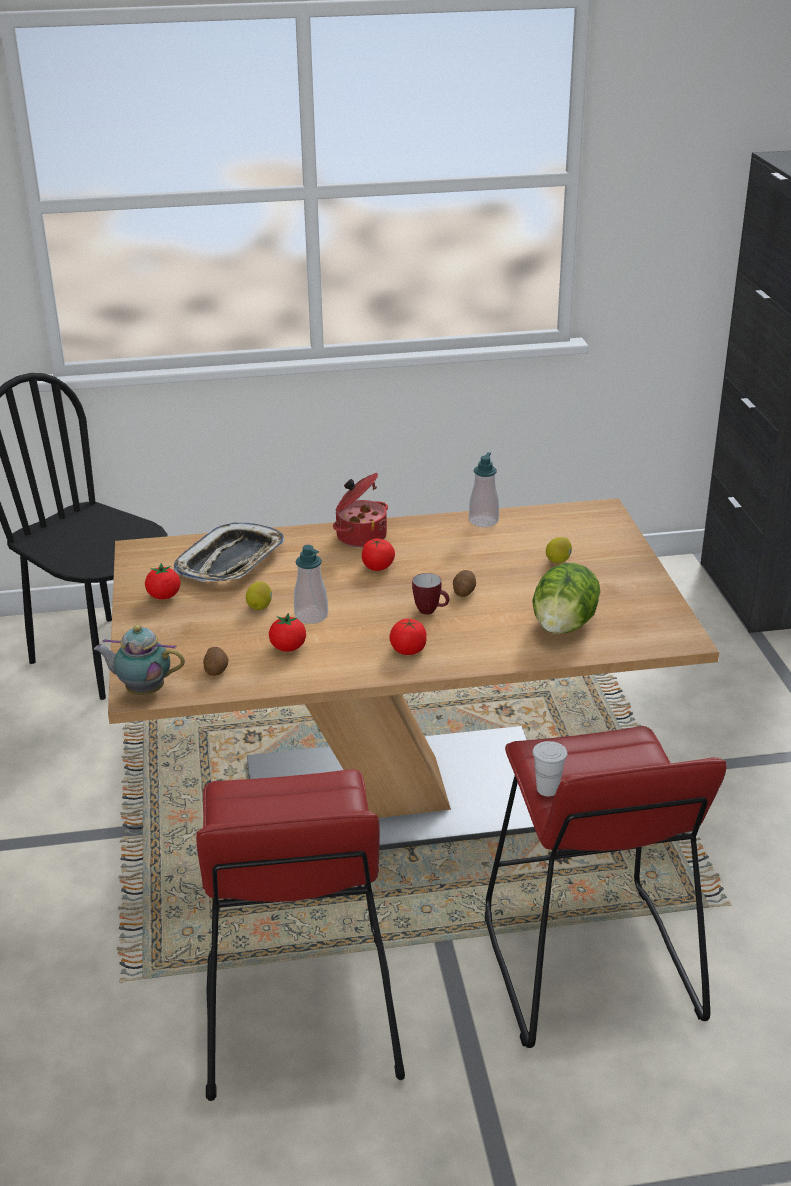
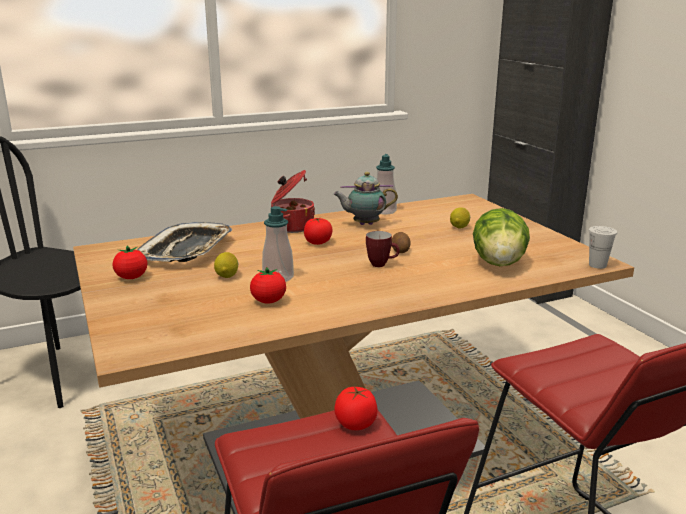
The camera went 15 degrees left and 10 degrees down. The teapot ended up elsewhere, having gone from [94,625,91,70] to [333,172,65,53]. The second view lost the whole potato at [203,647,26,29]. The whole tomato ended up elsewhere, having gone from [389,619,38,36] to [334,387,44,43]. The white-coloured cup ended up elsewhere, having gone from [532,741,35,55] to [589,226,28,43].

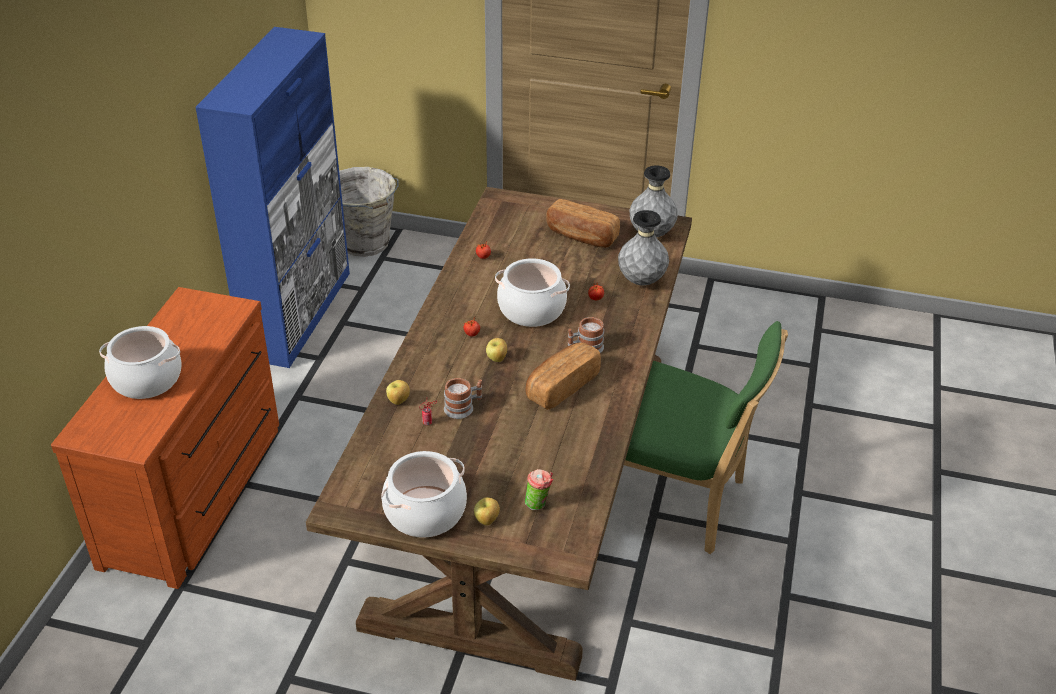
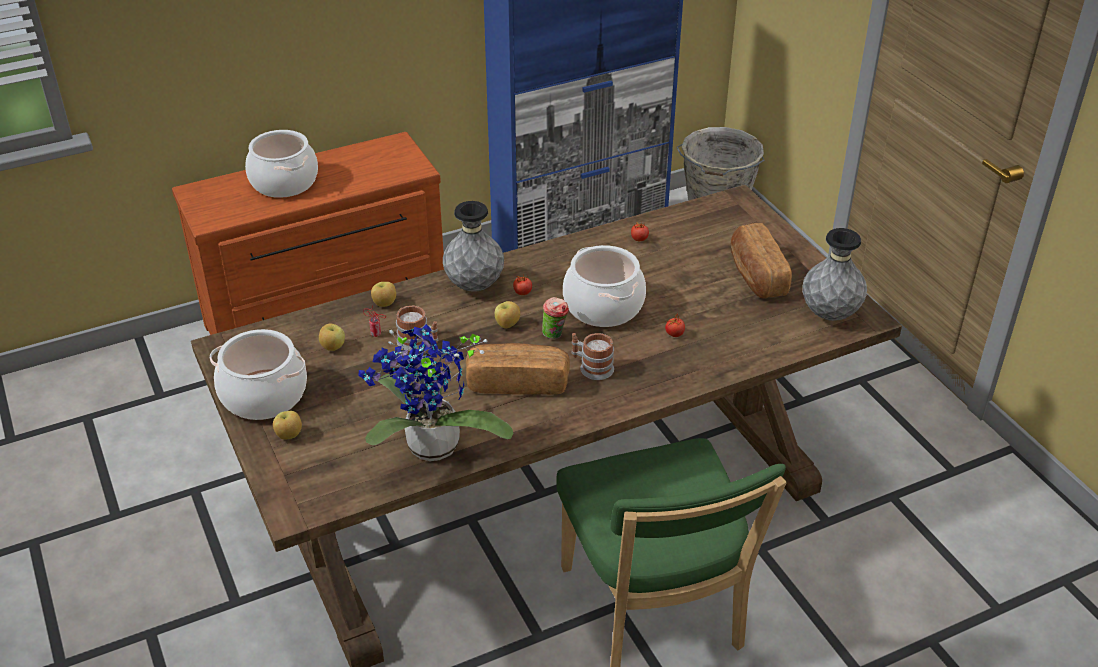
The camera went 50 degrees right and 0 degrees up. The cup ended up elsewhere, having gone from [525,469,28,41] to [542,297,27,42]. The greyish flower vase ended up elsewhere, having gone from [618,210,51,75] to [443,201,61,91]. The second view gained the apple at [319,324,26,27]. The second view gained the plant in a pot at [358,324,156,137].

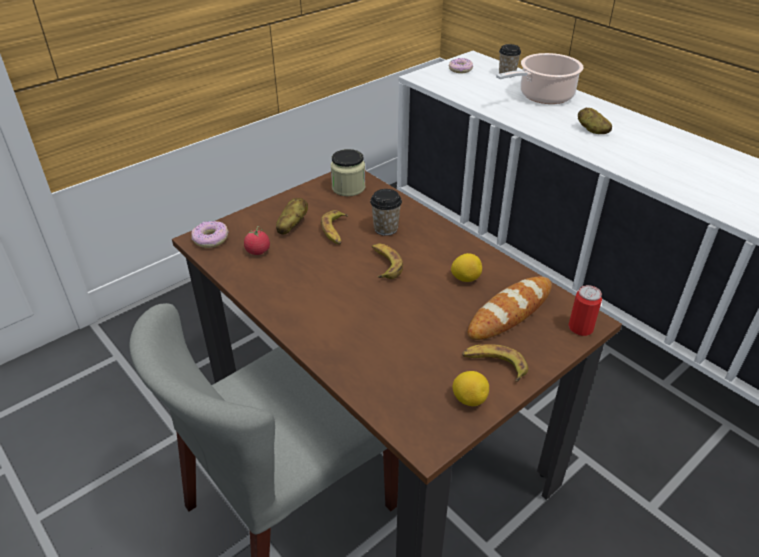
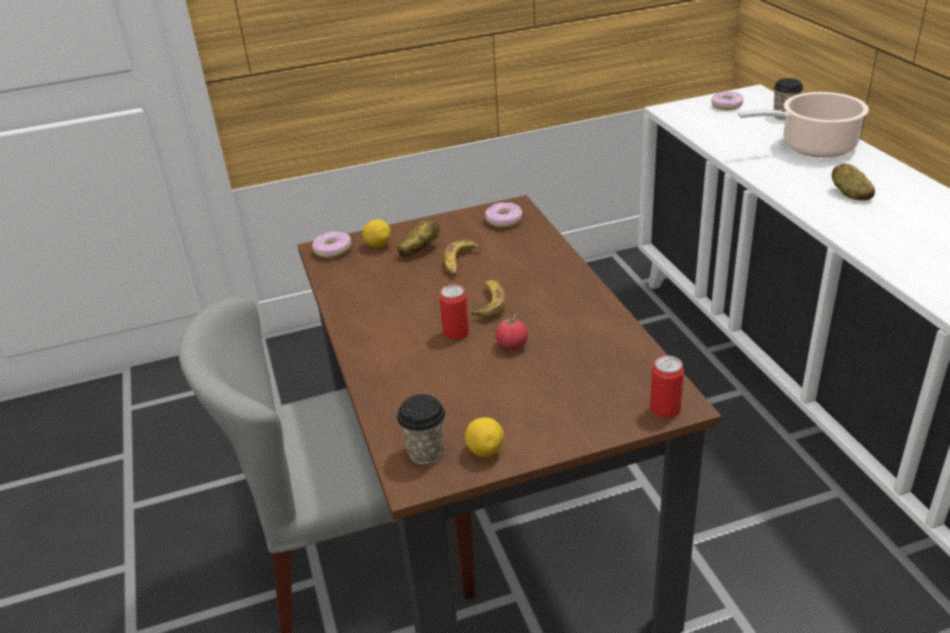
The camera went 25 degrees right and 5 degrees down. The whole tomato ended up elsewhere, having gone from [244,226,26,29] to [496,314,32,36]. Where the jar stood at [331,149,34,47], the ring doughnut came to stand at [485,202,37,26]. The cup ended up elsewhere, having gone from [370,189,32,47] to [397,394,48,70]. The whole lemon ended up elsewhere, having gone from [451,253,31,29] to [362,219,29,29]. The second view lost the whole banana at [462,344,66,38]. The second view lost the baked bread at [468,277,84,63]. The second view gained the sealed can at [439,285,30,55].

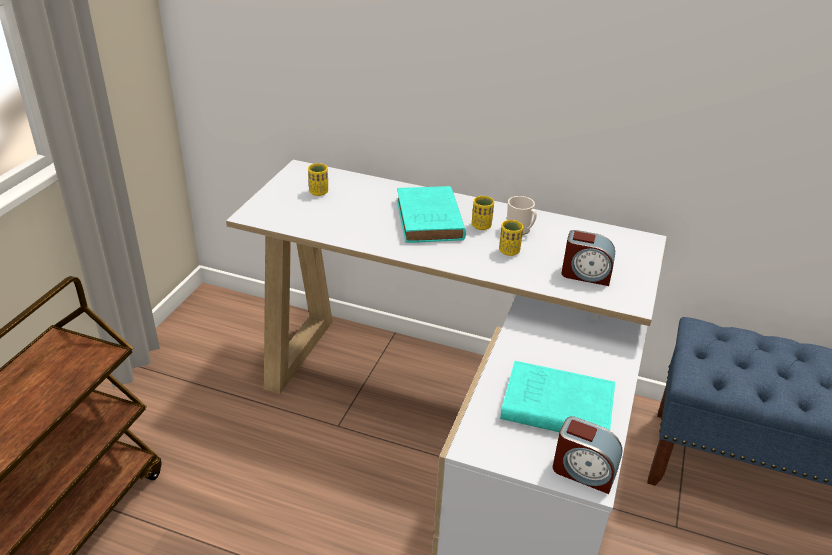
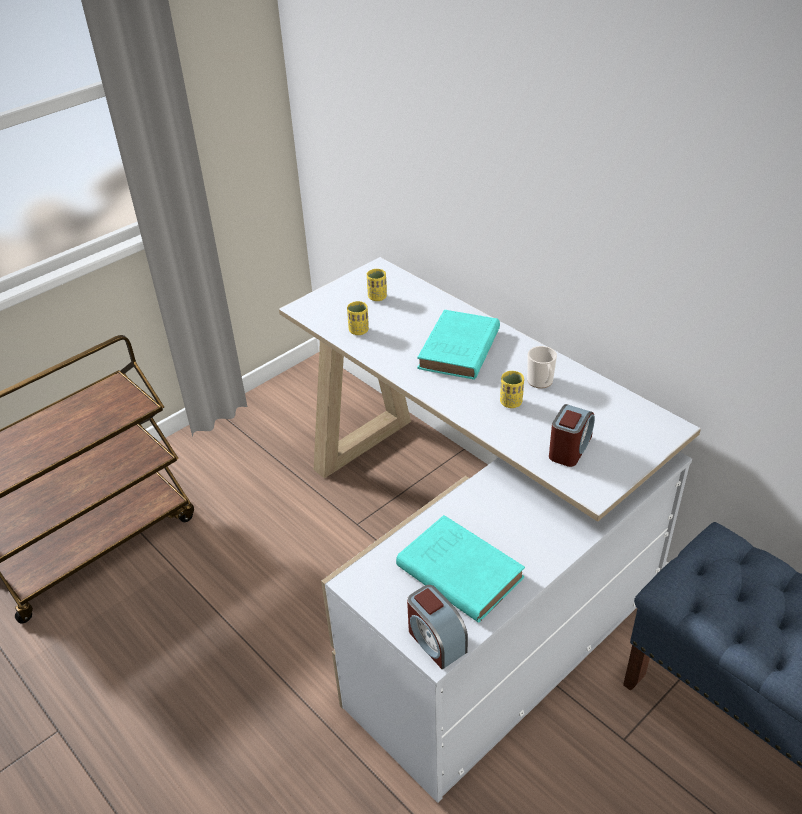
The camera went 30 degrees right and 5 degrees up. The yellowish cup ended up elsewhere, having gone from [472,196,22,34] to [347,301,22,34]. The table clock at [561,230,54,56] ended up facing another way, 105 degrees counterclockwise from before.

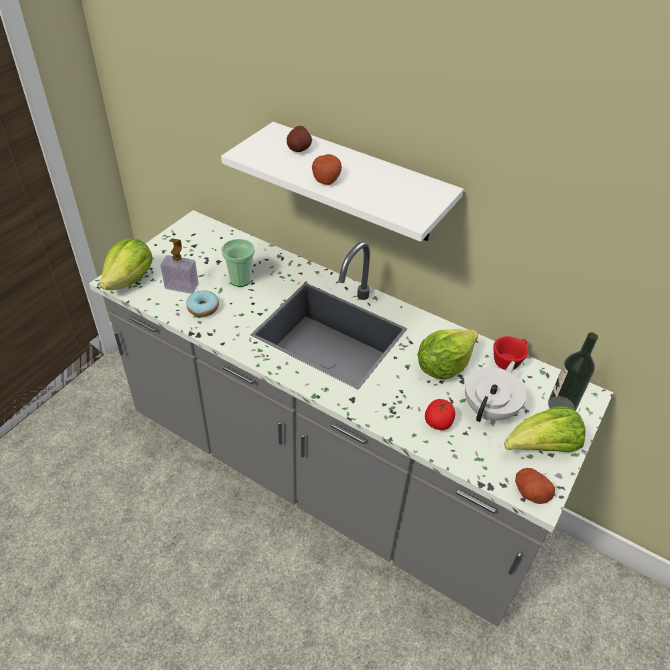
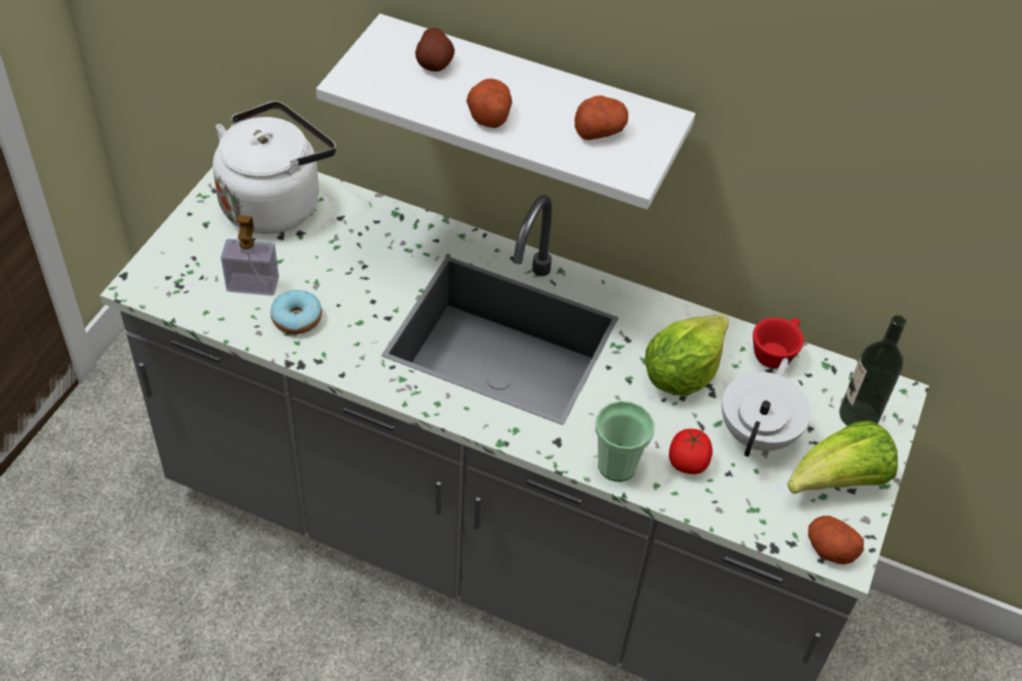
The camera went 10 degrees left and 5 degrees up. The second view lost the head of lettuce at [99,239,53,51]. The cup ended up elsewhere, having gone from [221,239,34,48] to [595,401,60,81]. The second view gained the white-coloured water kettle at [213,101,123,133]. The second view gained the whole potato at [575,95,53,45].

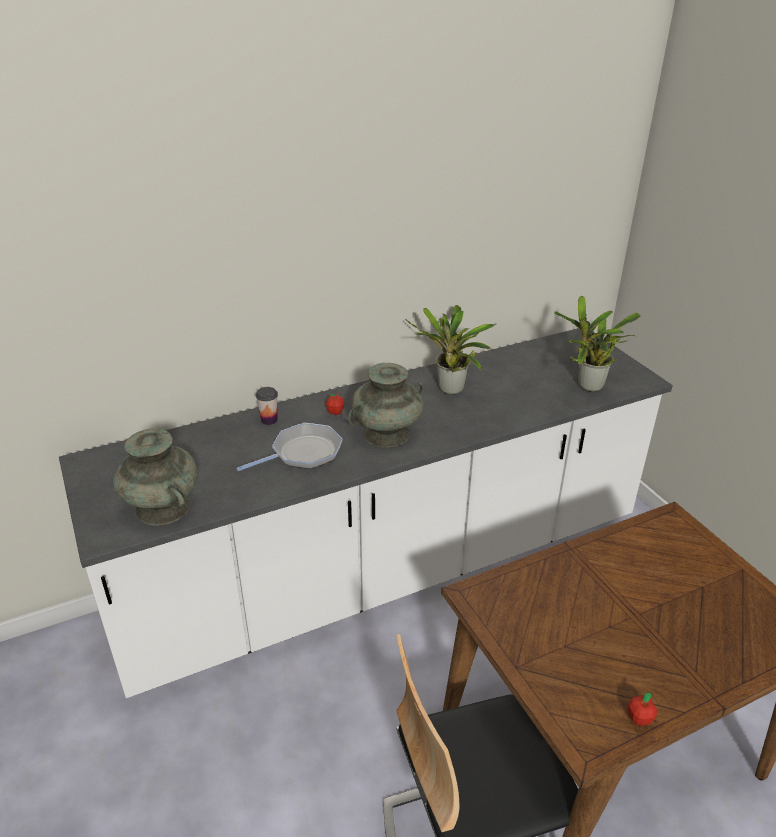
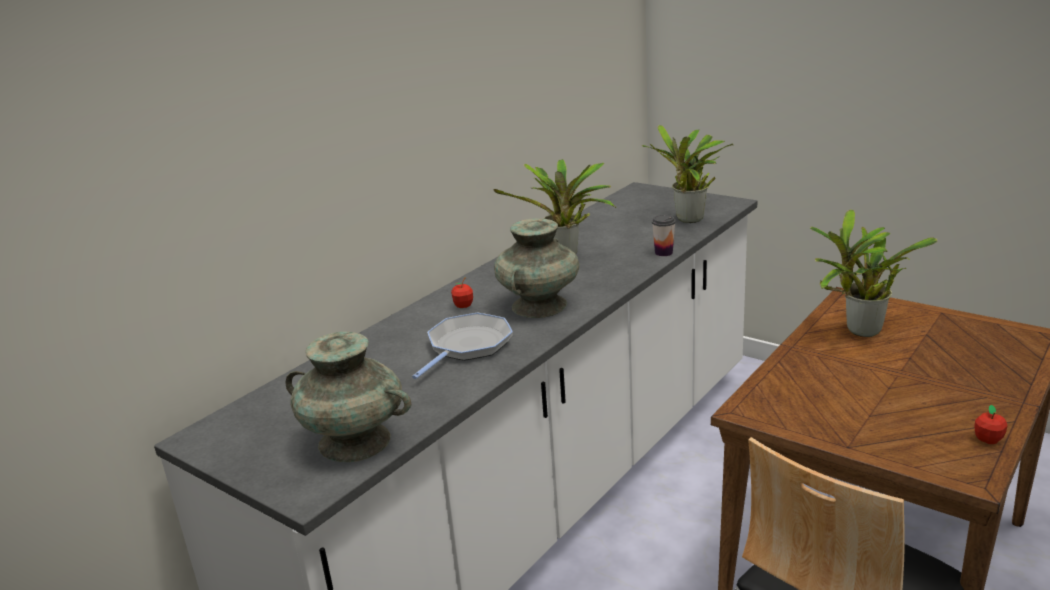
The camera went 25 degrees left and 10 degrees down. The cup ended up elsewhere, having gone from [256,387,22,38] to [652,215,24,41]. The second view gained the plant in a pot at [810,209,128,128].

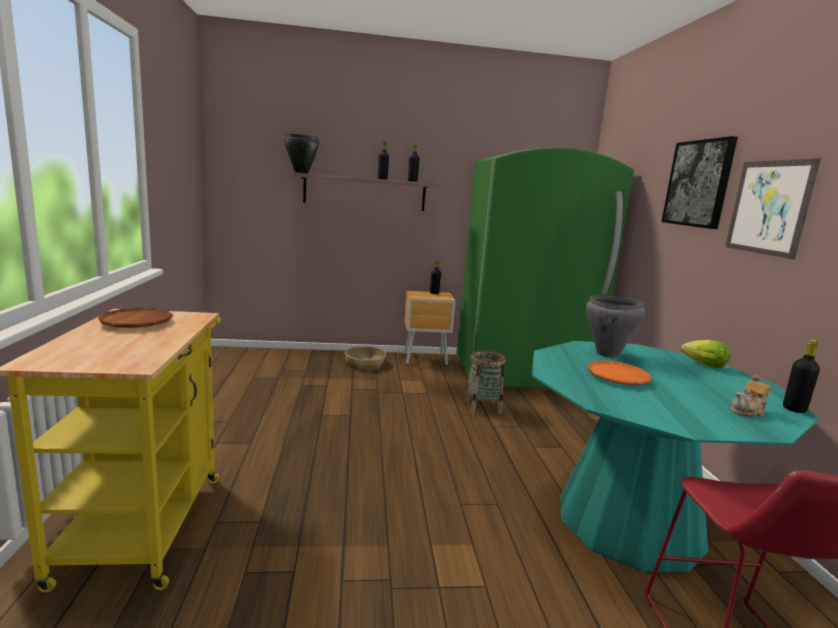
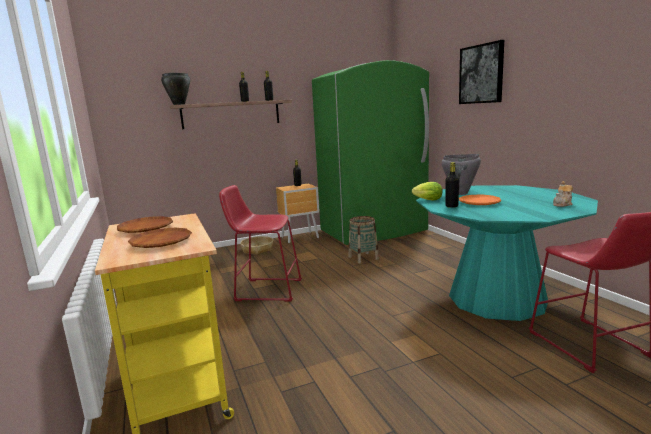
The camera went 15 degrees left and 0 degrees up. The head of lettuce ended up elsewhere, having gone from [681,340,49,28] to [412,182,31,18]. The second view lost the picture at [725,158,96,101]. The blackish drink bottle ended up elsewhere, having gone from [783,339,37,74] to [445,162,14,46]. The second view gained the brownish plate at [128,228,64,20]. The second view gained the reddish stool at [219,185,83,117].

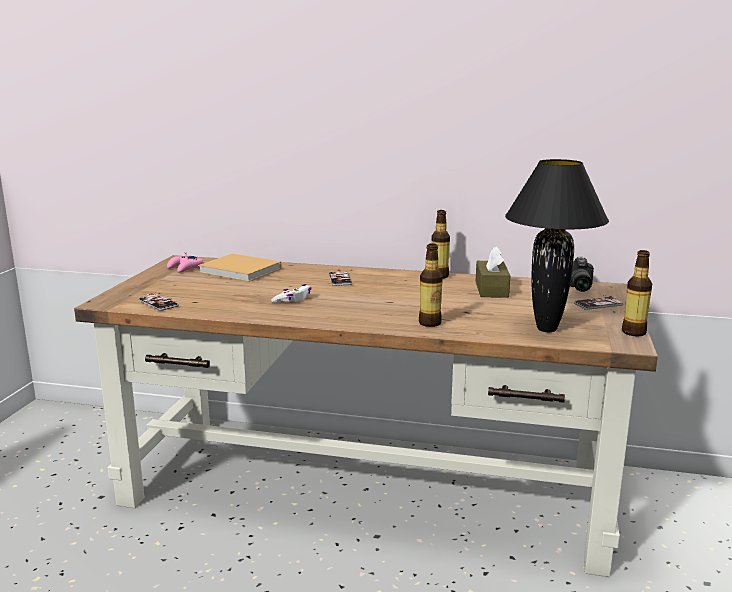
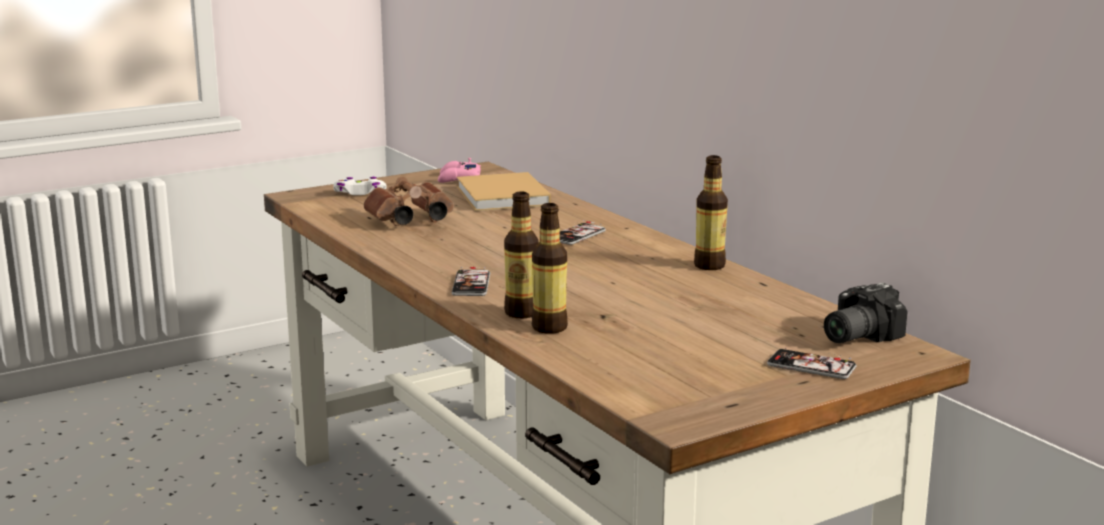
The camera went 45 degrees right and 0 degrees up. The phone ended up elsewhere, having gone from [139,292,40,19] to [452,267,38,29]. The white-coloured gamepad ended up elsewhere, having gone from [271,284,41,19] to [333,177,54,18]. The second view lost the brownish tissue holder at [476,246,34,52]. The second view lost the blackish table lamp at [505,159,104,173]. The drink bottle ended up elsewhere, having gone from [622,250,30,86] to [532,203,36,131]. The second view gained the brownish field glasses at [363,176,91,50].

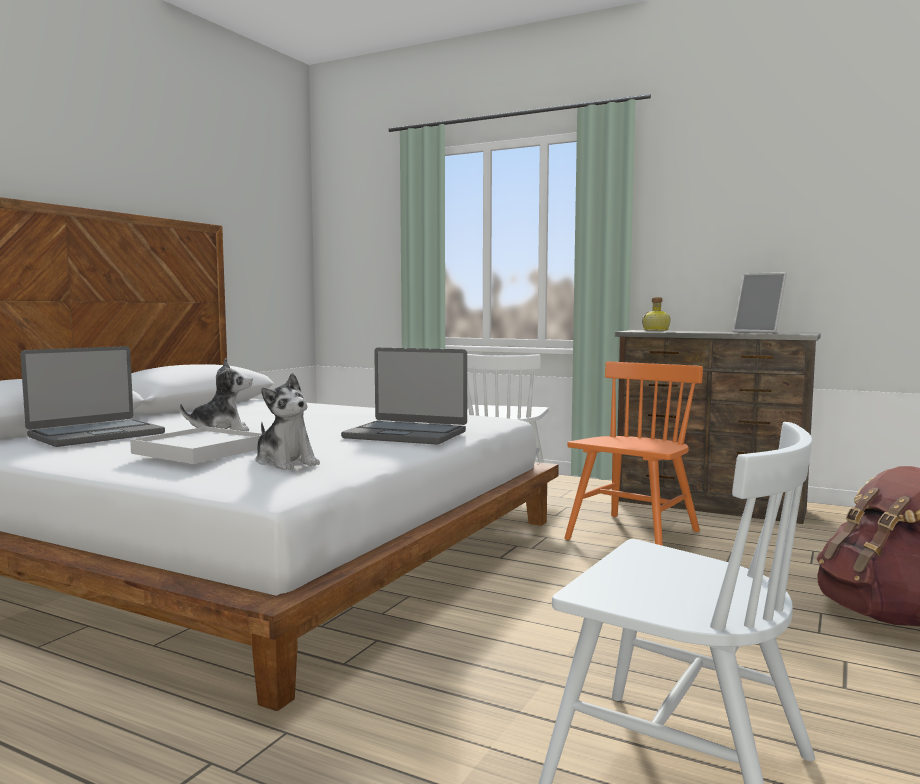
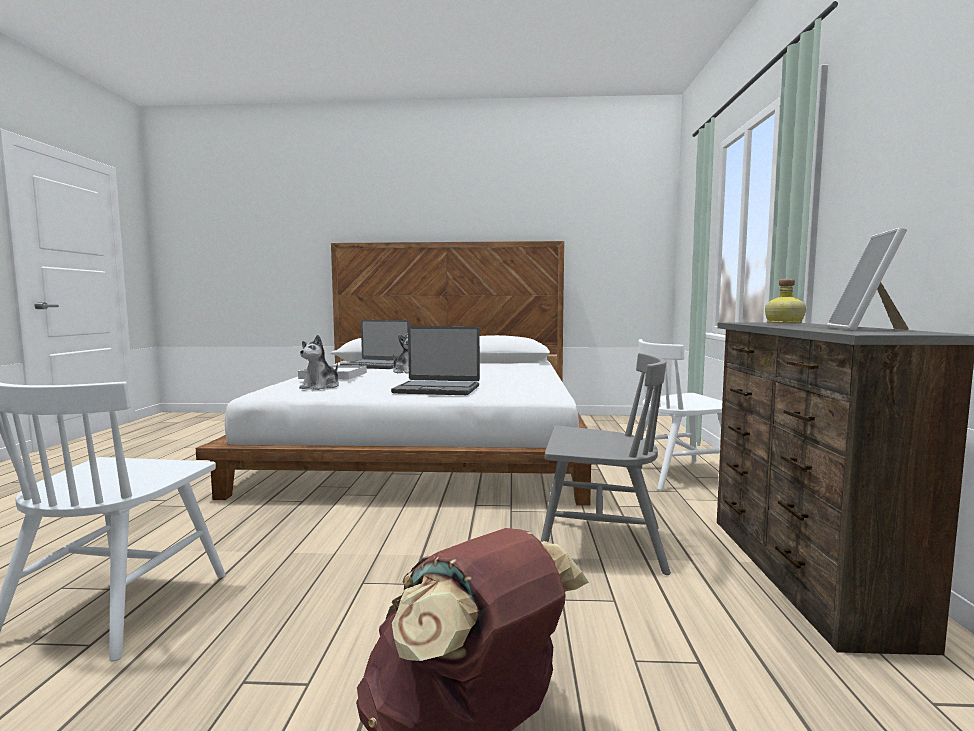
The camera went 65 degrees right and 0 degrees up. The notebook computer at [341,348,126,97] ended up facing another way, 75 degrees counterclockwise from before. What was the orange-coloured chair at [564,361,139,185] turned into the greyish chair at [540,353,131,222].

